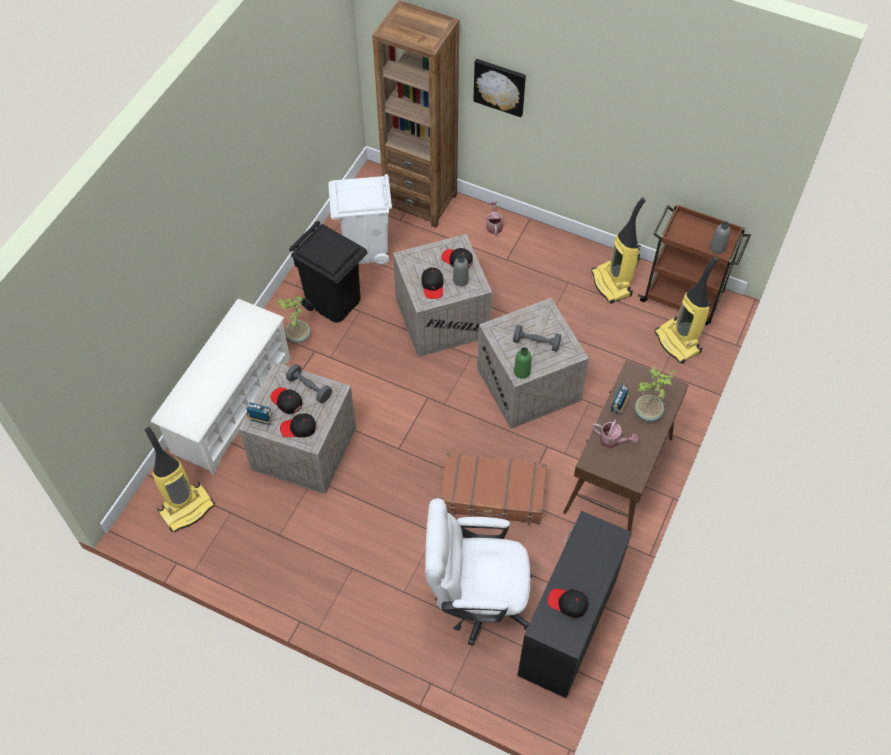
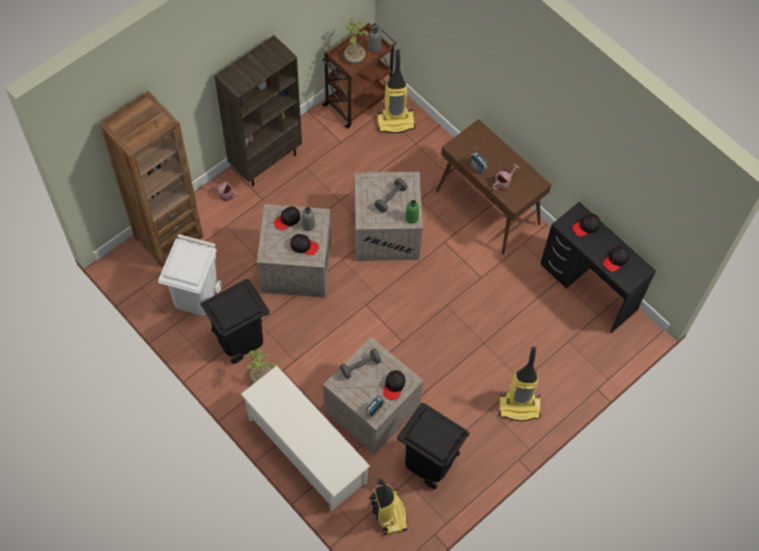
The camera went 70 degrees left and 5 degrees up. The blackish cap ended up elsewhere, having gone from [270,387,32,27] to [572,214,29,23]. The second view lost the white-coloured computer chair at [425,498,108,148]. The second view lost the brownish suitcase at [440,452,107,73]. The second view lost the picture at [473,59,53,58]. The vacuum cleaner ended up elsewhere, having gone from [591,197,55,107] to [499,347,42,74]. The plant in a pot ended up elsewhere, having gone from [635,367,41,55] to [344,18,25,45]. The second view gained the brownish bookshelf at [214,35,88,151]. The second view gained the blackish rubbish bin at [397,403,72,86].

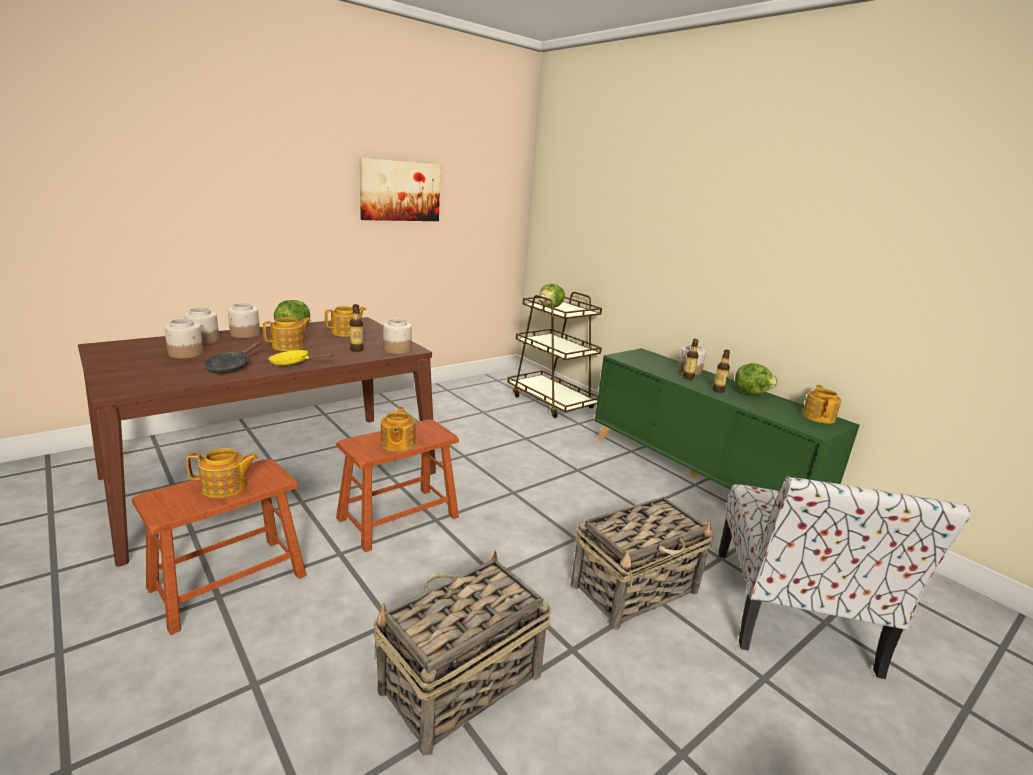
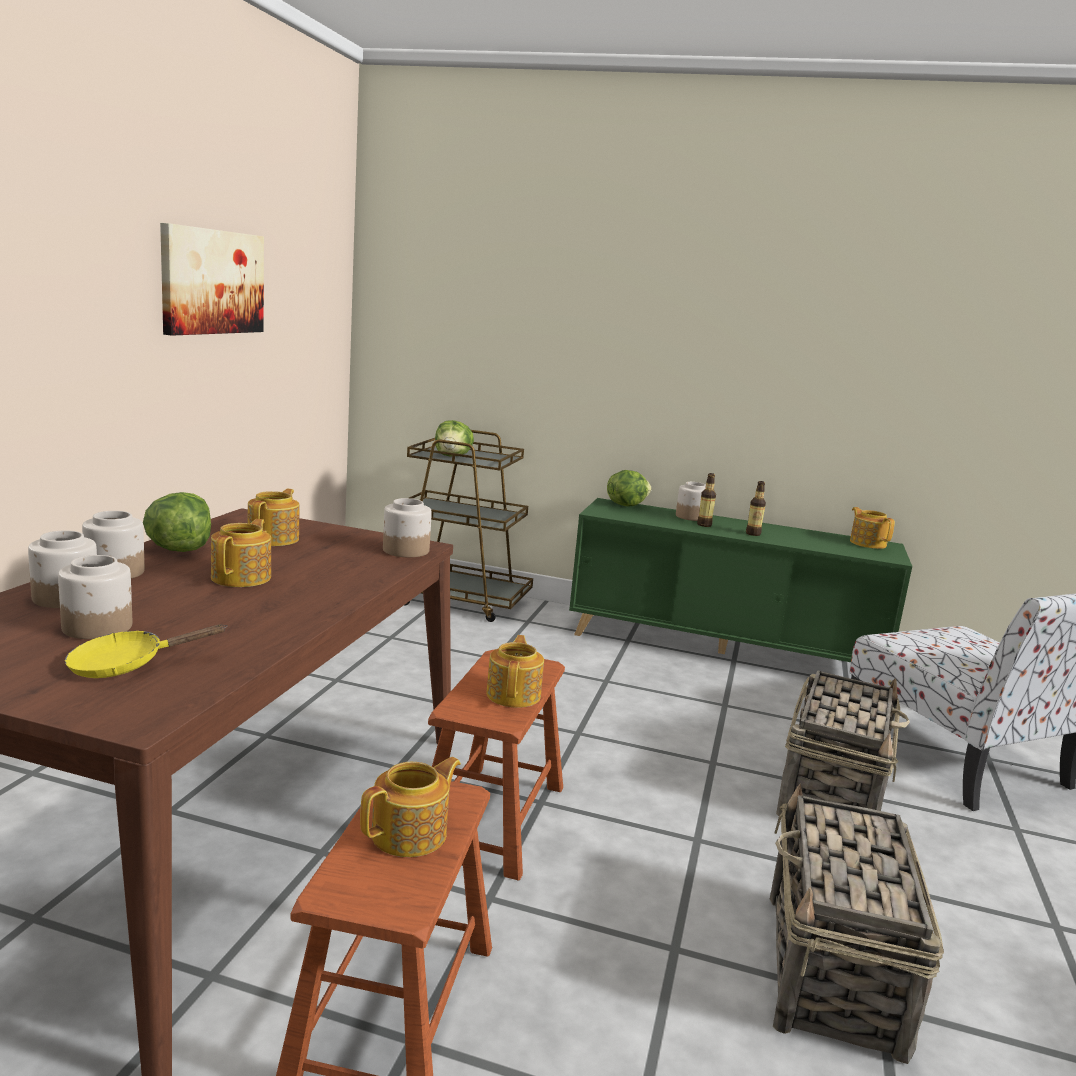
The camera went 35 degrees left and 5 degrees down. The second view lost the blackish pan at [204,341,57,33]. The yellowish pan ended up elsewhere, having gone from [268,350,66,15] to [65,624,162,54]. The second view lost the drink bottle at [350,304,14,48]. The teapot at [381,407,34,45] ended up facing another way, 135 degrees counterclockwise from before. The head of lettuce ended up elsewhere, having gone from [735,363,43,32] to [607,470,45,36].

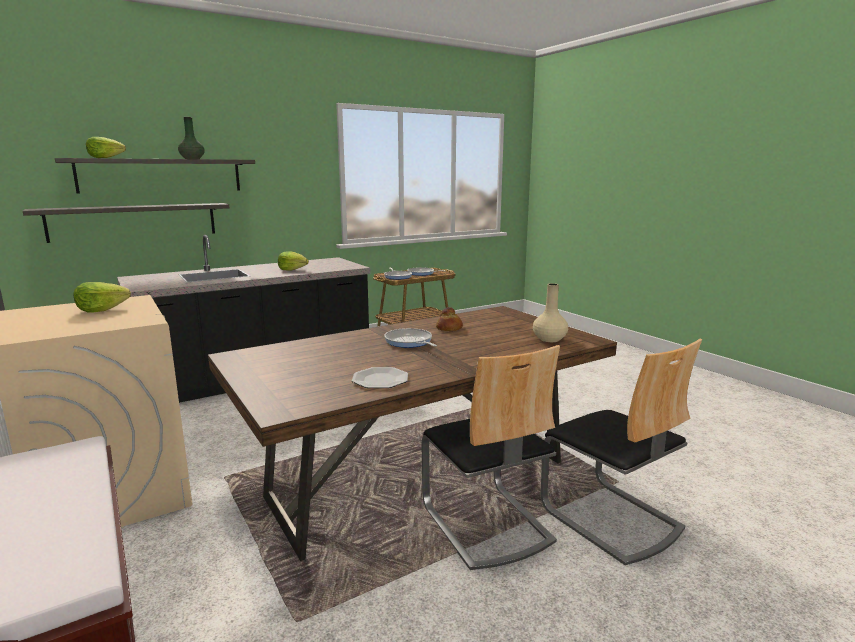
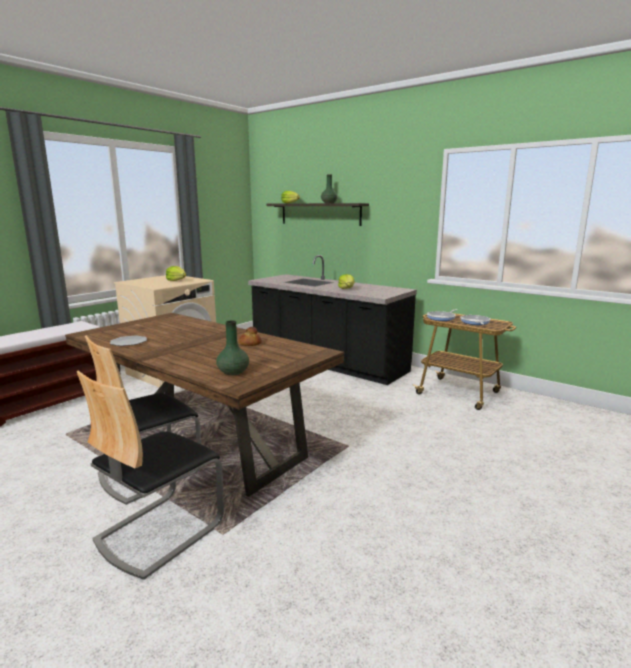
The camera went 70 degrees right and 0 degrees up. The second view lost the bracket shelf at [23,203,206,40]. The second view lost the pan at [384,328,53,20]. What was the beige flower vase at [533,283,35,59] turned into the green-coloured flower vase at [216,320,33,56].

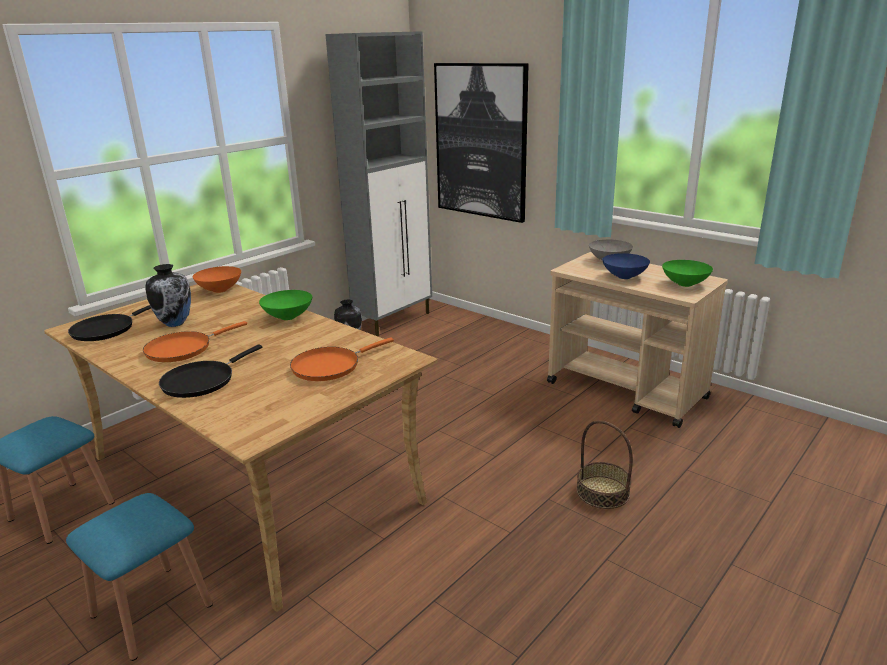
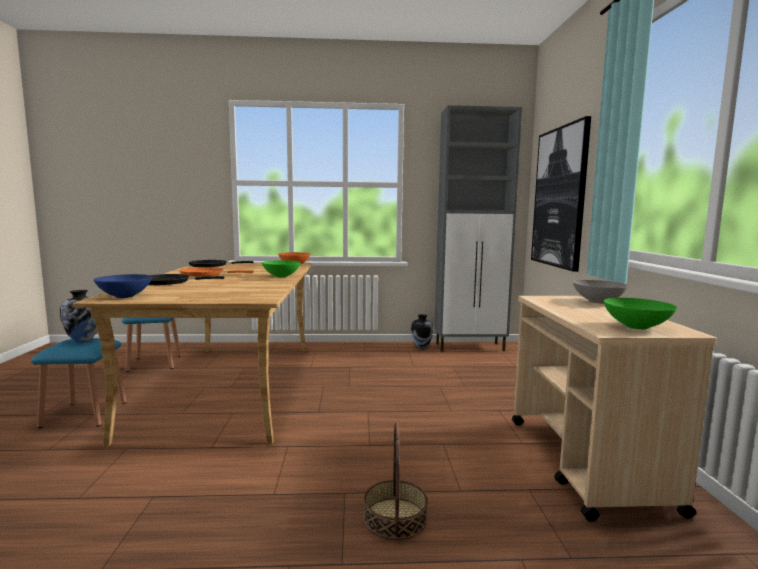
The camera went 45 degrees right and 15 degrees down. The flower vase ended up elsewhere, having gone from [145,264,46,63] to [60,290,38,52]. The second view lost the orange-coloured pan at [290,337,104,44]. The bluish serving bowl ended up elsewhere, having gone from [602,253,48,26] to [94,274,58,24].

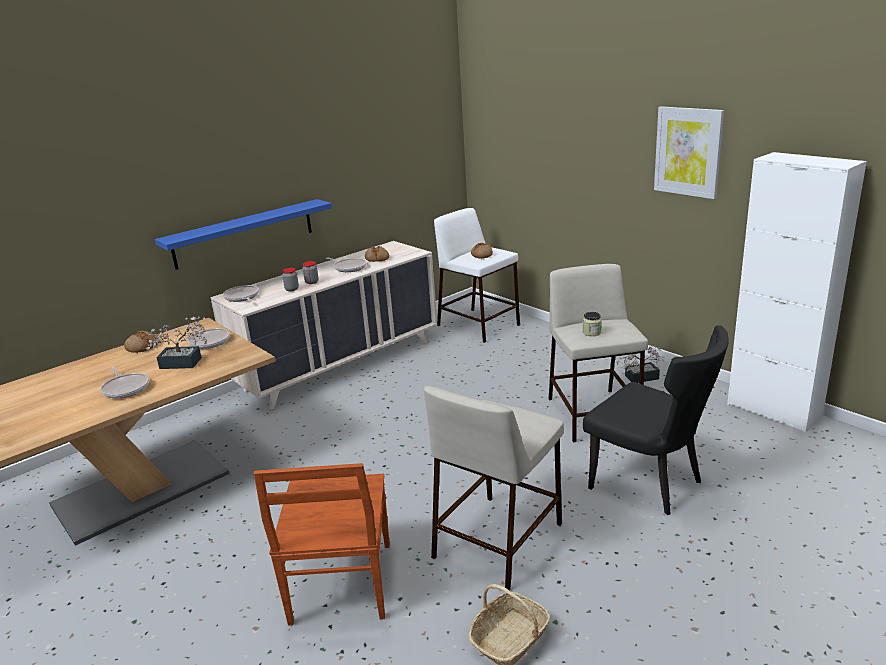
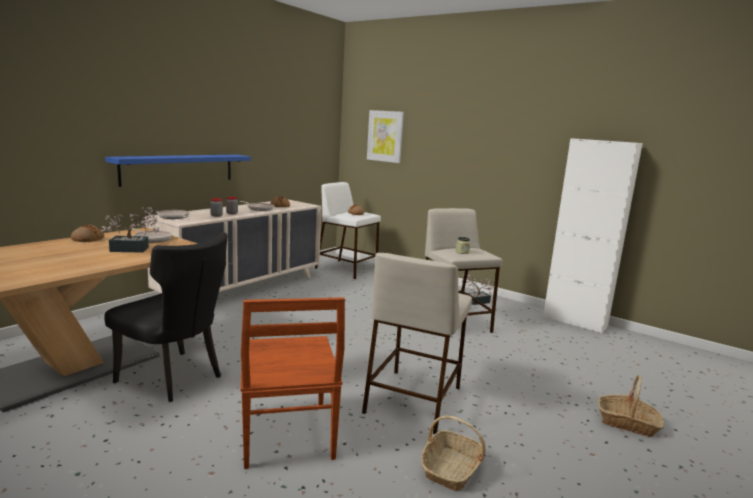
The camera went 15 degrees left and 10 degrees down. The second view lost the pan at [100,367,49,31]. The blackish chair ended up elsewhere, having gone from [583,325,146,190] to [104,232,123,170]. The picture ended up elsewhere, having gone from [654,106,70,93] to [367,110,37,53]. The second view gained the storage basket at [598,375,66,62].

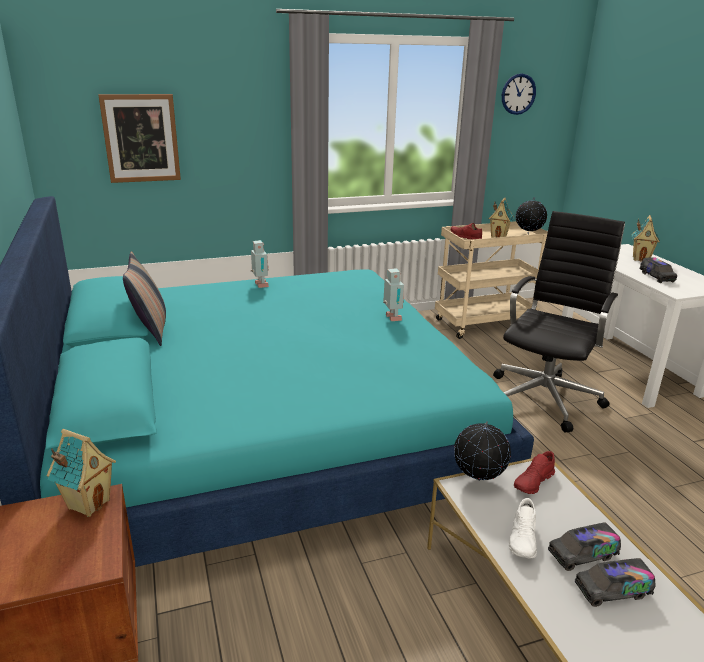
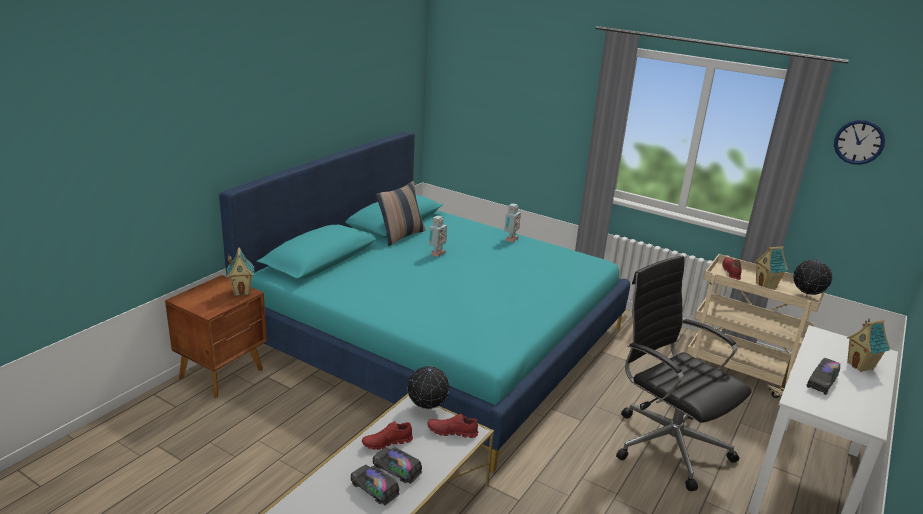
The camera went 50 degrees right and 0 degrees up. The second view lost the picture at [98,94,83,89]. The robot figure ended up elsewhere, having gone from [383,268,21,53] to [429,216,18,41]. The blackish computer chair at [493,211,132,222] ended up facing another way, 120 degrees counterclockwise from before. What was the white-coloured low shoe at [509,498,28,60] turned into the reddish low shoe at [362,421,51,29].

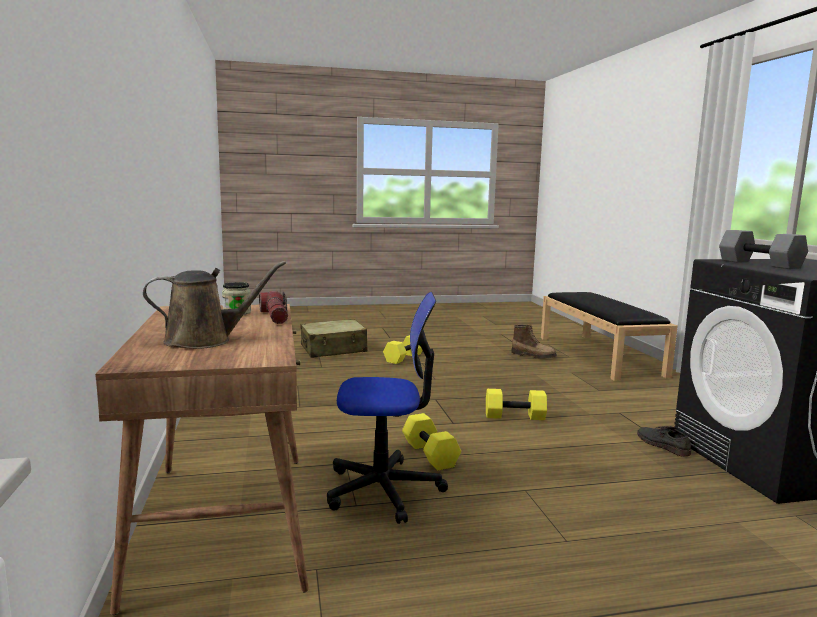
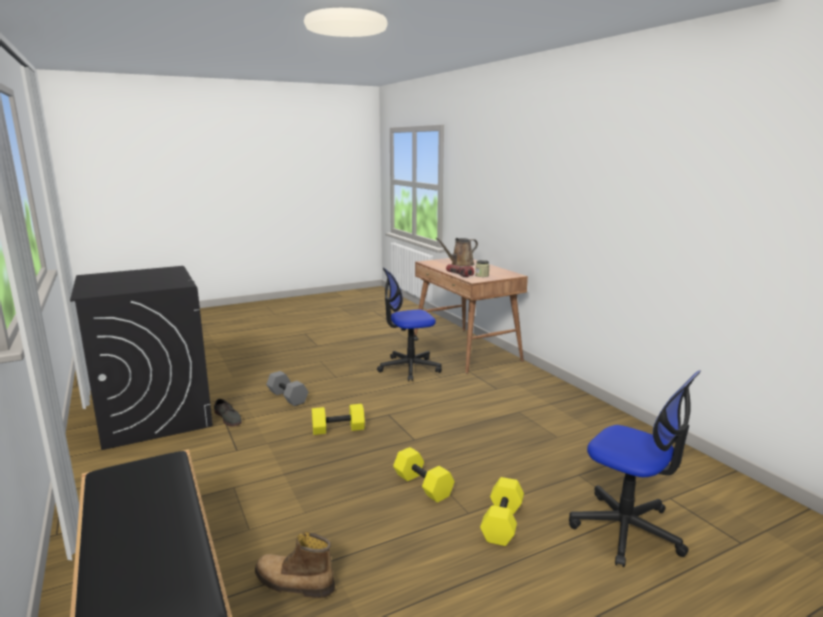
The camera went 165 degrees right and 5 degrees up. Where the beige suitcase stood at [301,319,67,39], the computer chair came to stand at [569,370,132,197]. The yellowish hand weight ended up elsewhere, having gone from [402,413,59,57] to [393,447,61,56]. The greyish hand weight ended up elsewhere, having gone from [719,230,89,39] to [266,371,42,35].

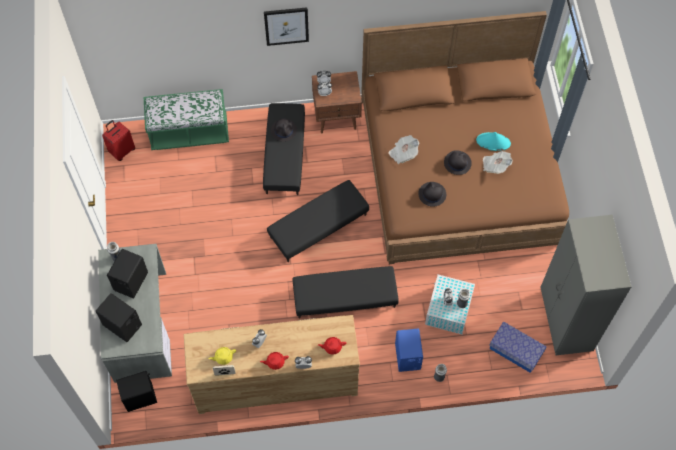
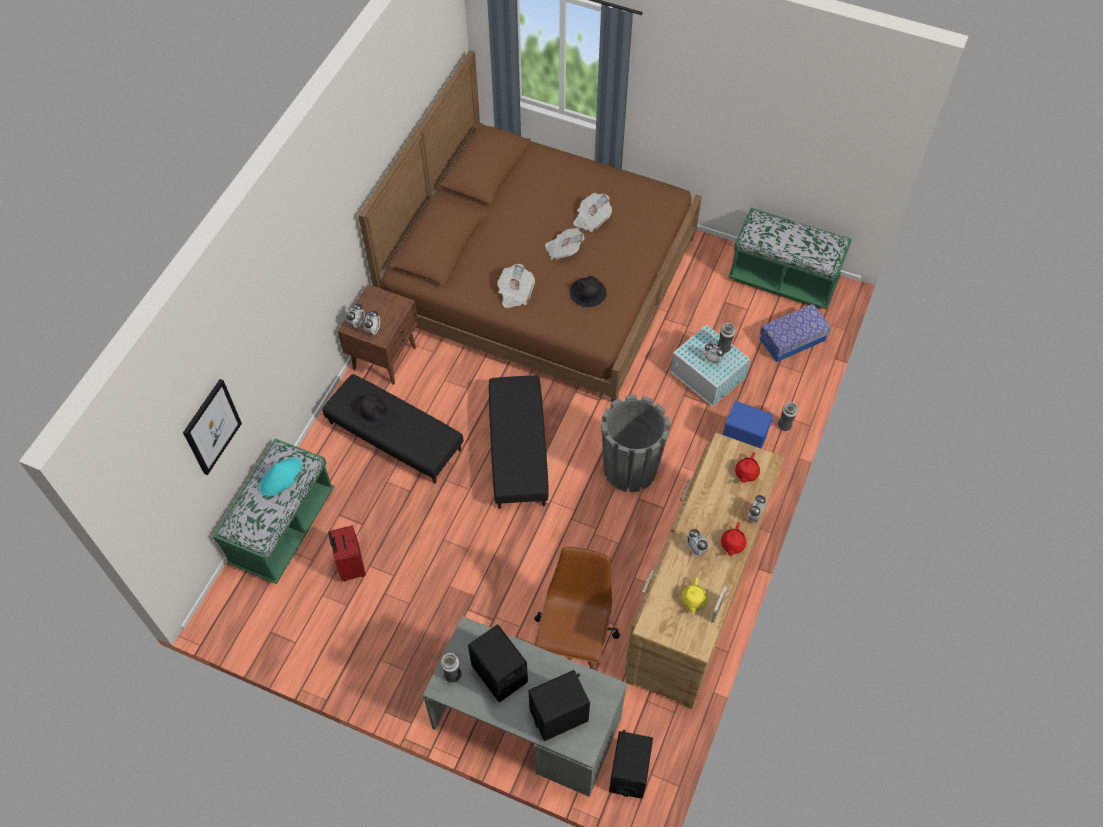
The camera went 60 degrees left and 5 degrees down. The reddish suitcase ended up elsewhere, having gone from [102,120,33,41] to [328,525,38,57]. The picture ended up elsewhere, having gone from [264,7,45,39] to [183,379,59,96]. Where the blackish footrest stood at [293,266,106,52], the greyish flower pot came to stand at [601,395,69,97]. Where the blackish clothing hat stood at [444,150,28,25], the daily paper came to stand at [545,228,39,32]. The turquoise-coloured clothing hat ended up elsewhere, having gone from [476,132,35,19] to [259,457,44,40]. Where the greyish clothes cupboard stood at [540,215,91,140], the green-coloured bench came to stand at [728,208,124,101]. The second view gained the brownish computer chair at [534,547,86,122].

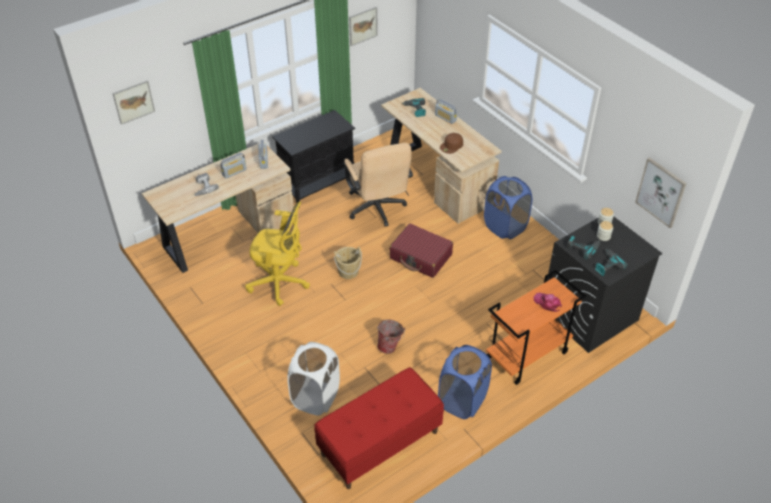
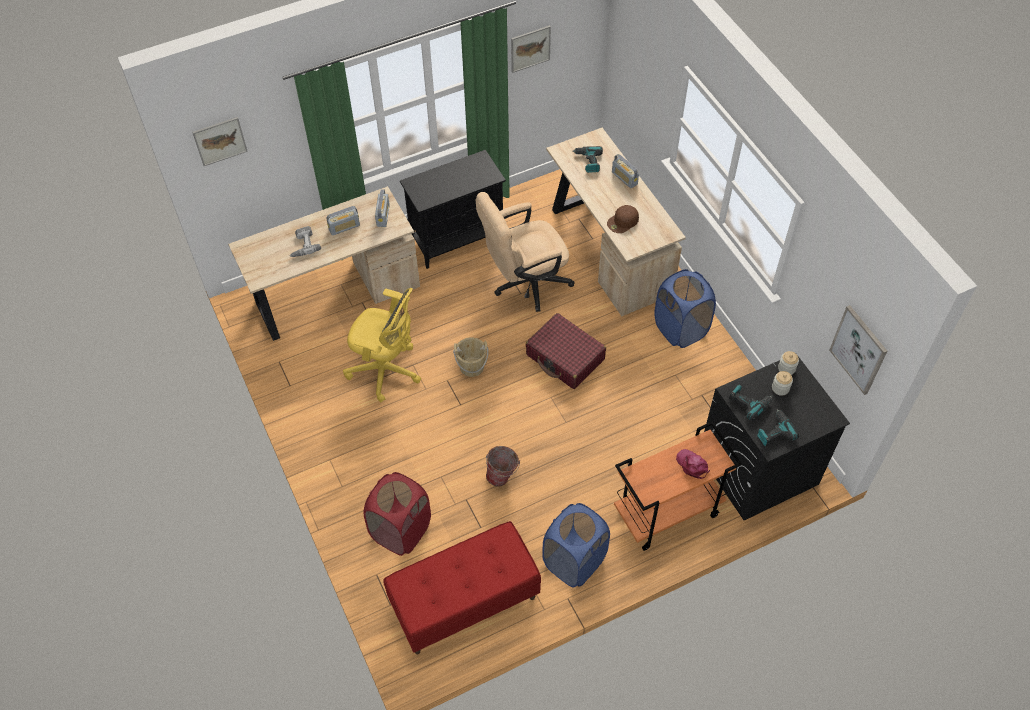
The camera went 10 degrees right and 10 degrees up. What was the white-coloured hamper at [287,342,53,74] turned into the reddish hamper at [363,472,68,84]. The beige computer chair at [344,143,69,84] ended up facing another way, 75 degrees clockwise from before.

